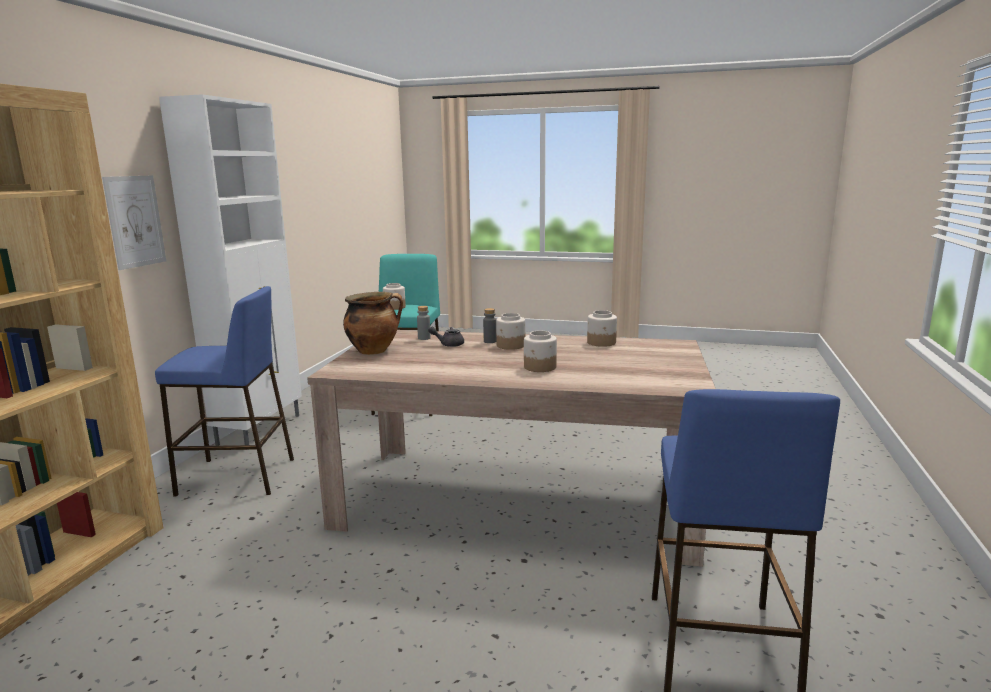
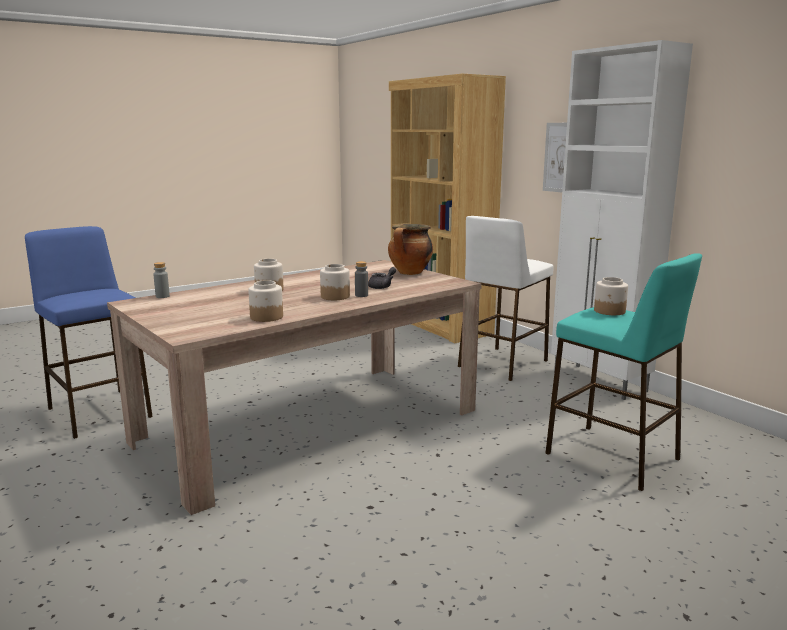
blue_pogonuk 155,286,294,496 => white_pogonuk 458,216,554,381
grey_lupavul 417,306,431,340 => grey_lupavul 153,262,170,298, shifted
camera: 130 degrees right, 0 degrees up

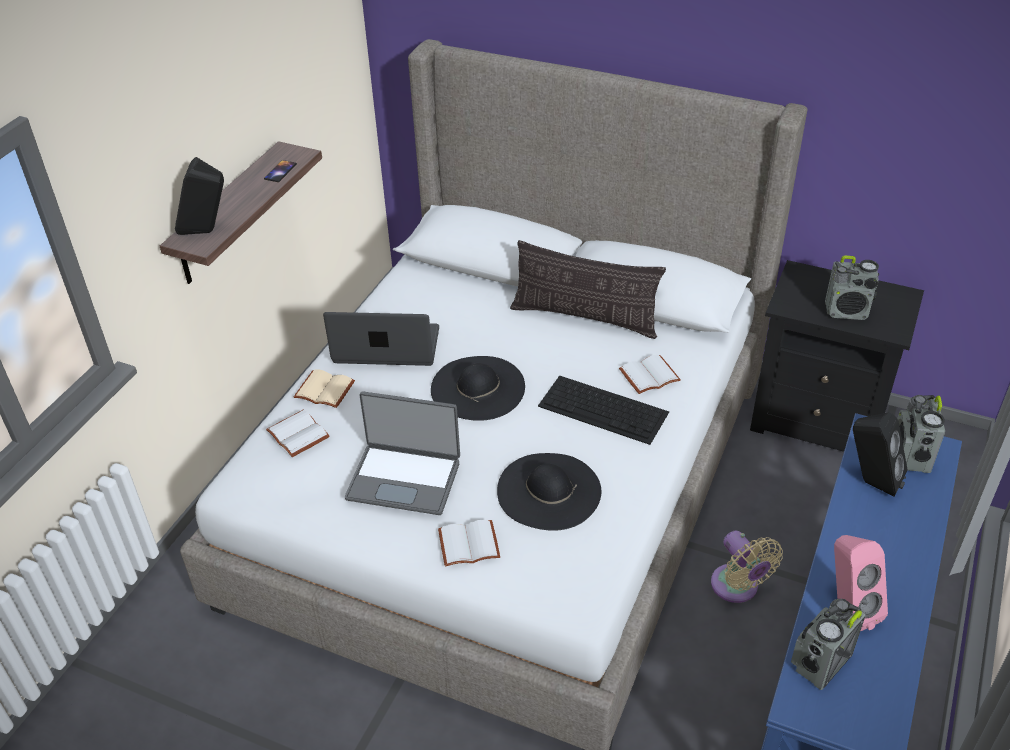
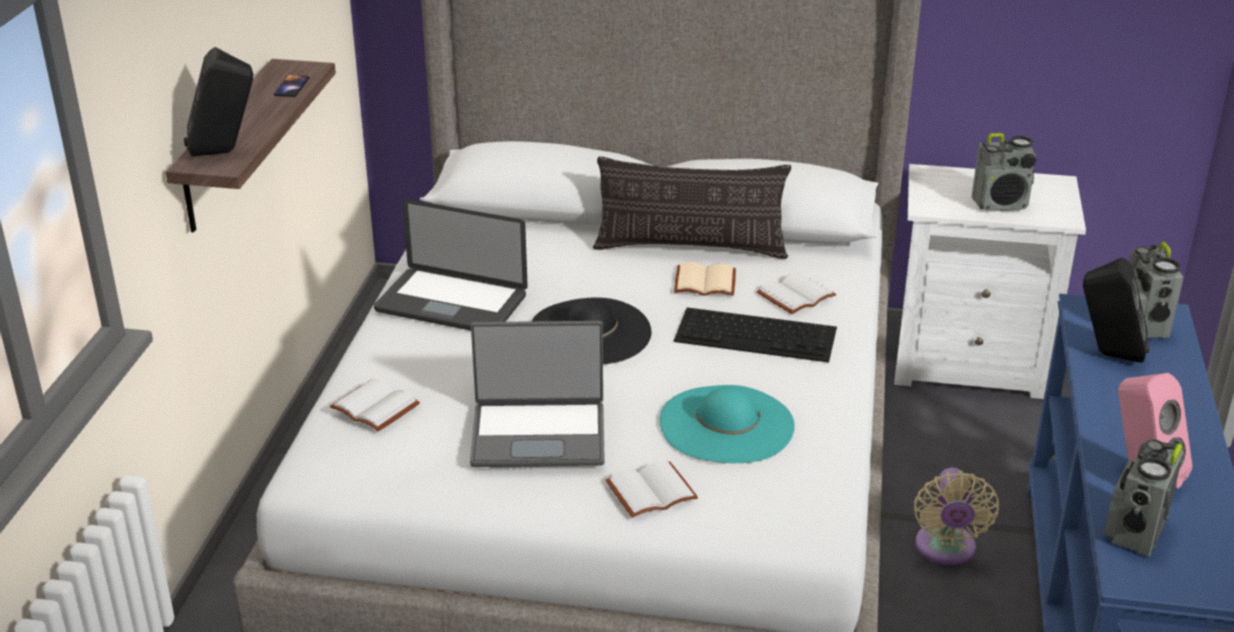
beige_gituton 294,369,355,408 => beige_gituton 674,262,736,296, shifted
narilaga 323,312,439,366 => narilaga 374,199,528,331, 150 degrees counterclockwise
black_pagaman 497,453,602,531 => turquoise_pagaman 660,385,795,463
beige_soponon 711,530,783,603 => beige_soponon 914,467,999,565, 45 degrees clockwise
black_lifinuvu 750,260,924,452 => white_lifinuvu 894,164,1086,399
camera: 15 degrees left, 10 degrees down

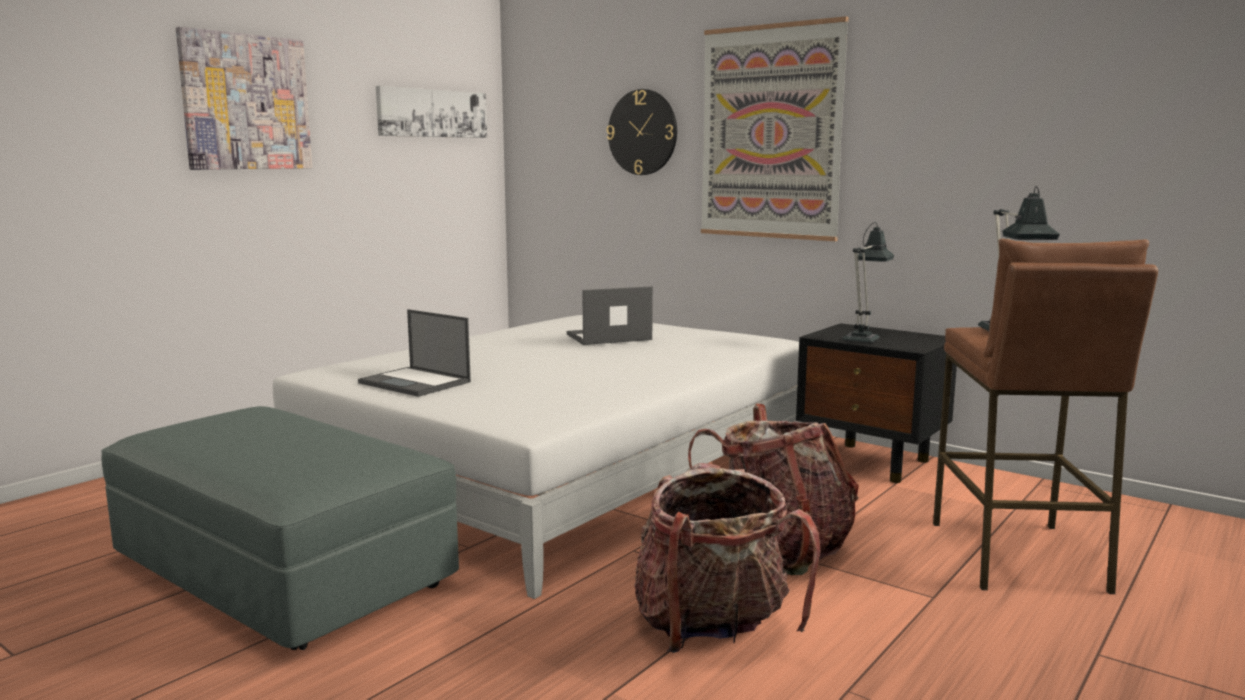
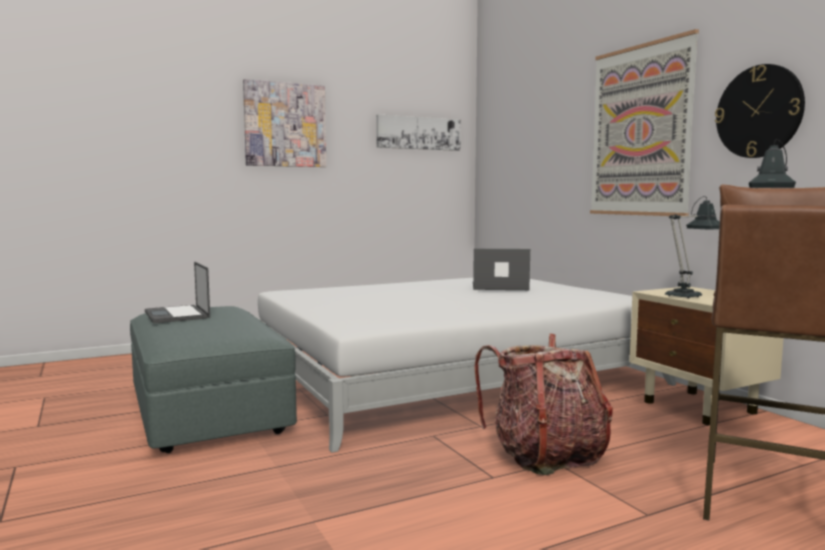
narilaga 358,309,471,397 => narilaga 145,262,210,323, shifted
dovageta 607,89,677,175 => dovageta 715,64,805,158, shifted
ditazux 634,463,820,653 => nothing
black_lifinuvu 796,323,957,483 => beige_lifinuvu 629,287,784,425
camera: 25 degrees right, 5 degrees down

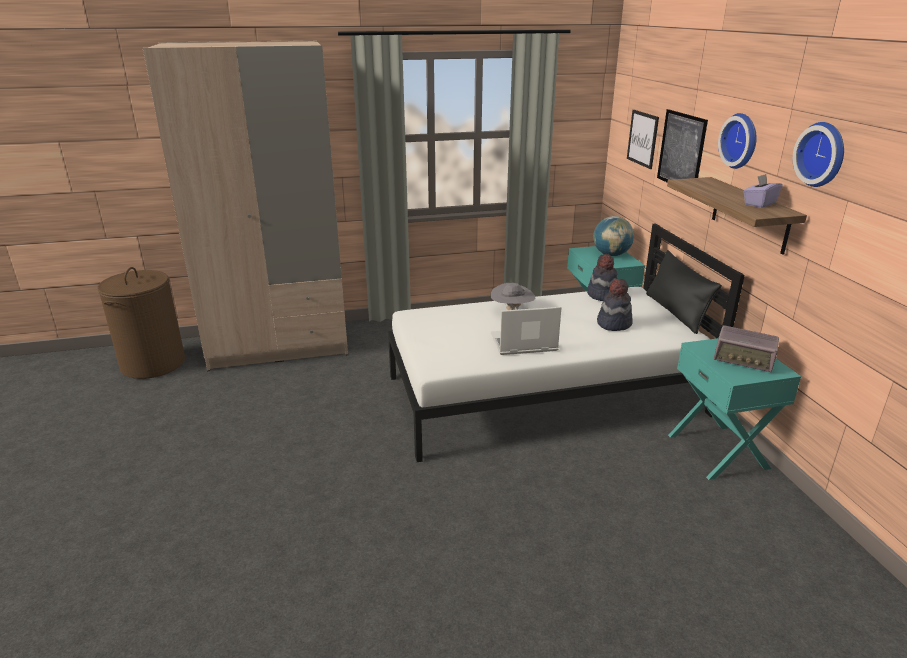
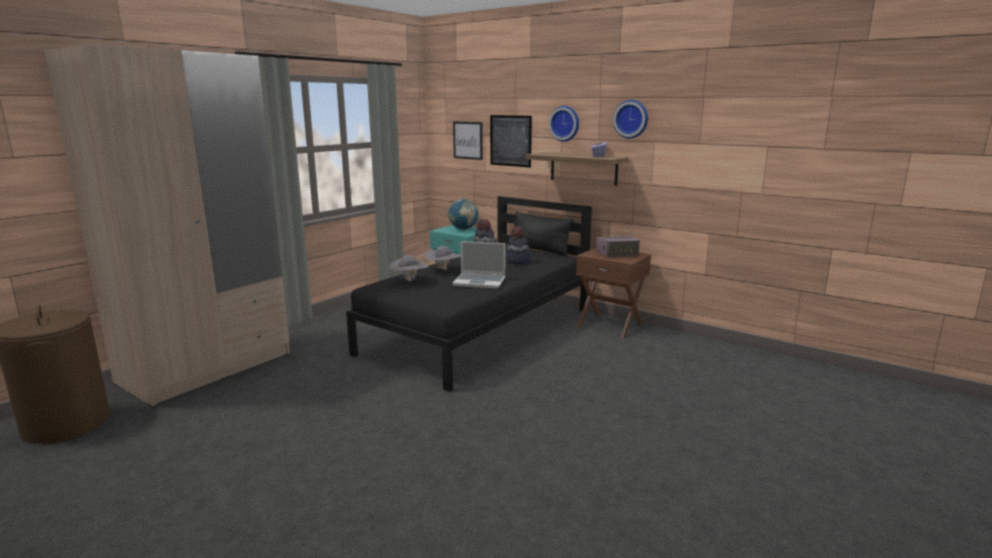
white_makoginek 388,224,745,462 => black_makoginek 346,196,592,392
narilaga 491,307,562,355 => narilaga 453,241,505,289, 120 degrees counterclockwise
turquoise_lifinuvu 668,338,801,480 => brown_lifinuvu 576,248,651,338
nothing => grey_pagaman 389,255,428,281
camera: 40 degrees left, 10 degrees down

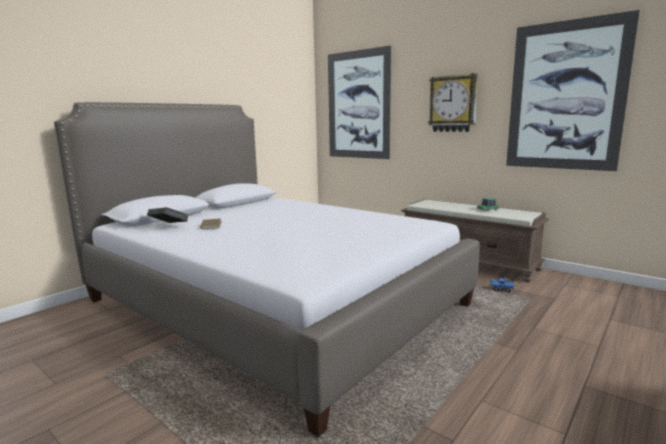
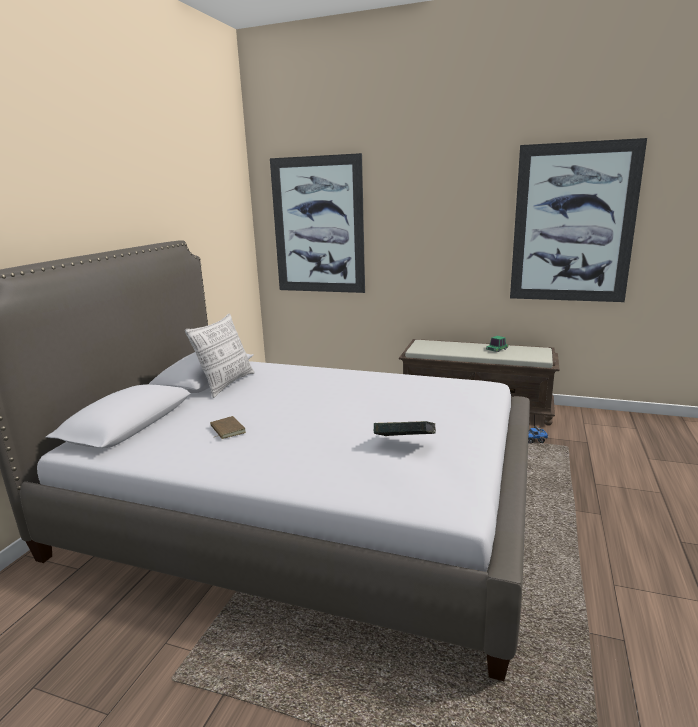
gituton 147,207,189,223 => gituton 374,421,436,436, shifted
dovageta 428,73,478,132 => nothing
nothing => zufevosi 185,313,255,398
camera: 20 degrees left, 5 degrees up

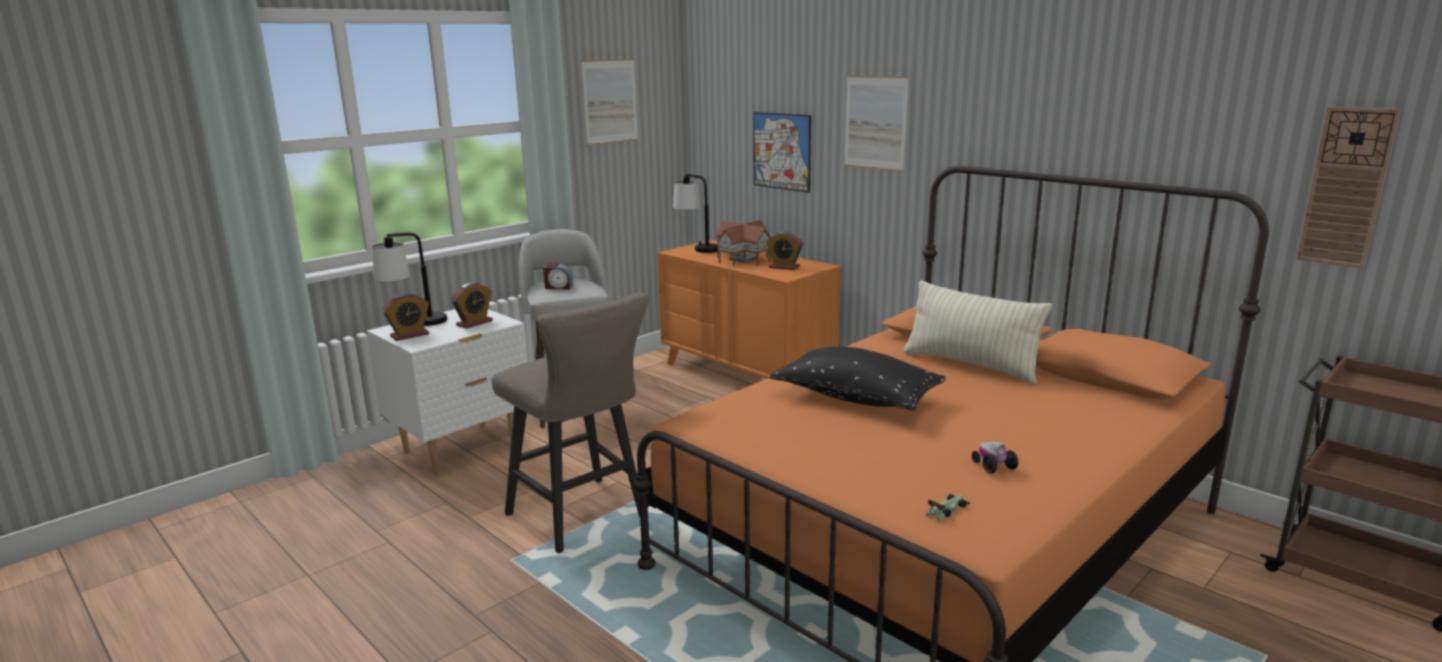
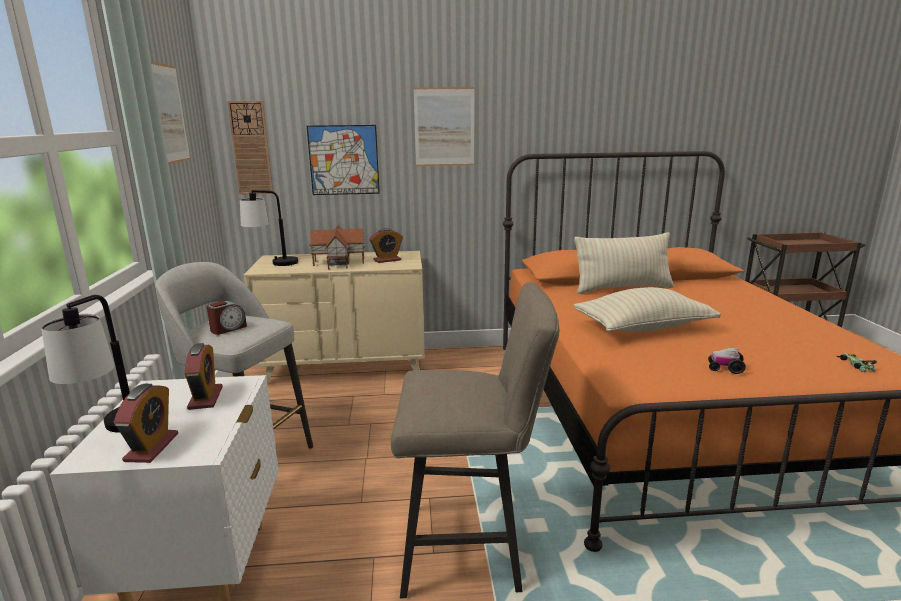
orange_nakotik 657,240,841,379 => beige_nakotik 244,251,425,384
black_zufevosi 770,346,946,411 => beige_zufevosi 574,287,721,332
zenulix 972,442,1018,474 => zenulix 708,348,746,374, shifted
dovageta 1297,107,1401,269 => dovageta 227,101,273,195, shifted
camera: 50 degrees left, 0 degrees up

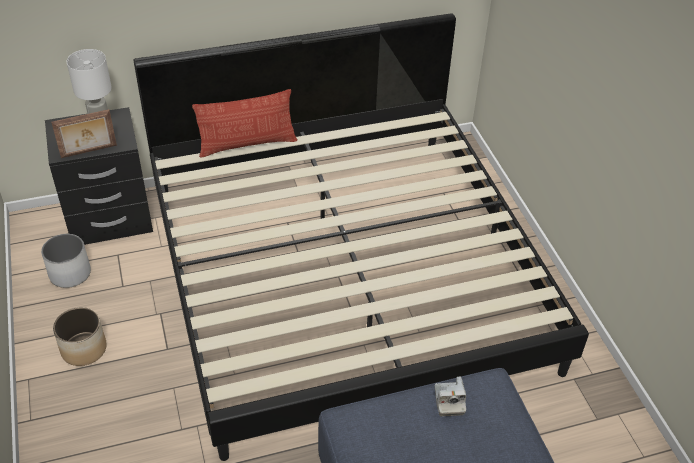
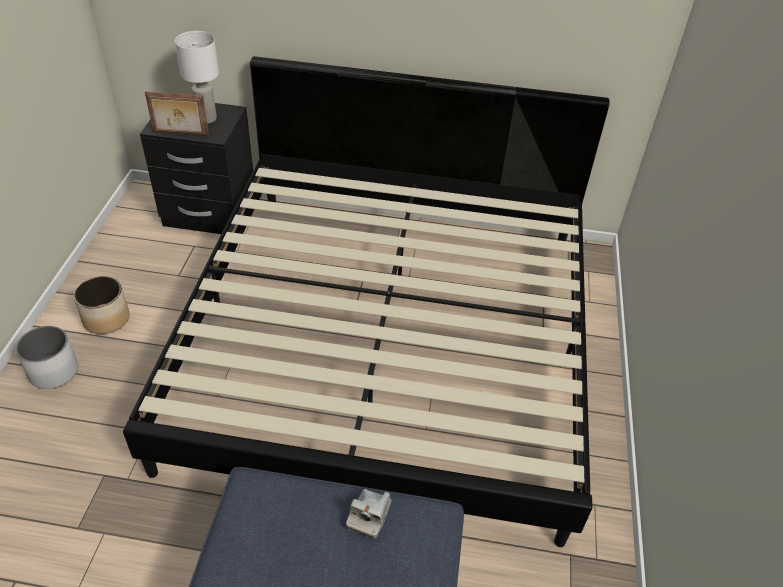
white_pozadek 41,234,91,288 => white_pozadek 16,326,78,389, shifted
zufevosi 192,89,297,158 => nothing
camera: 25 degrees right, 0 degrees up

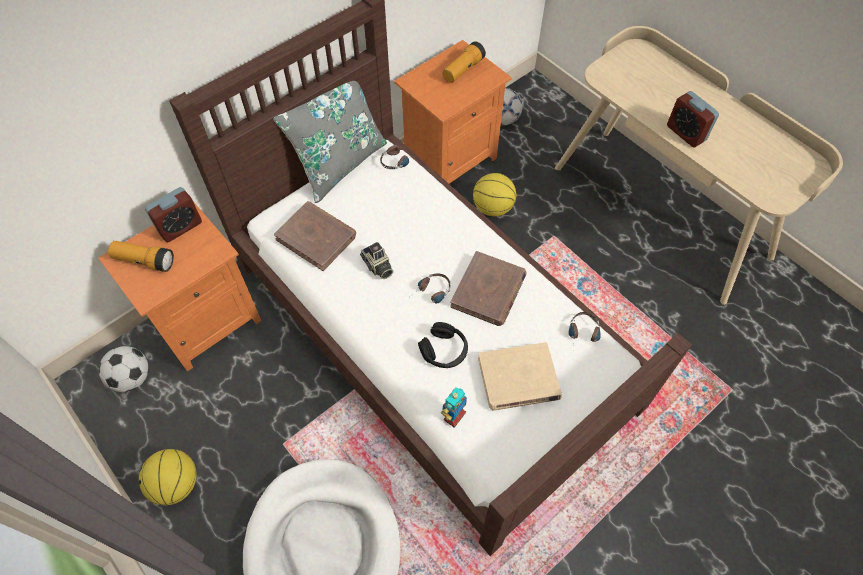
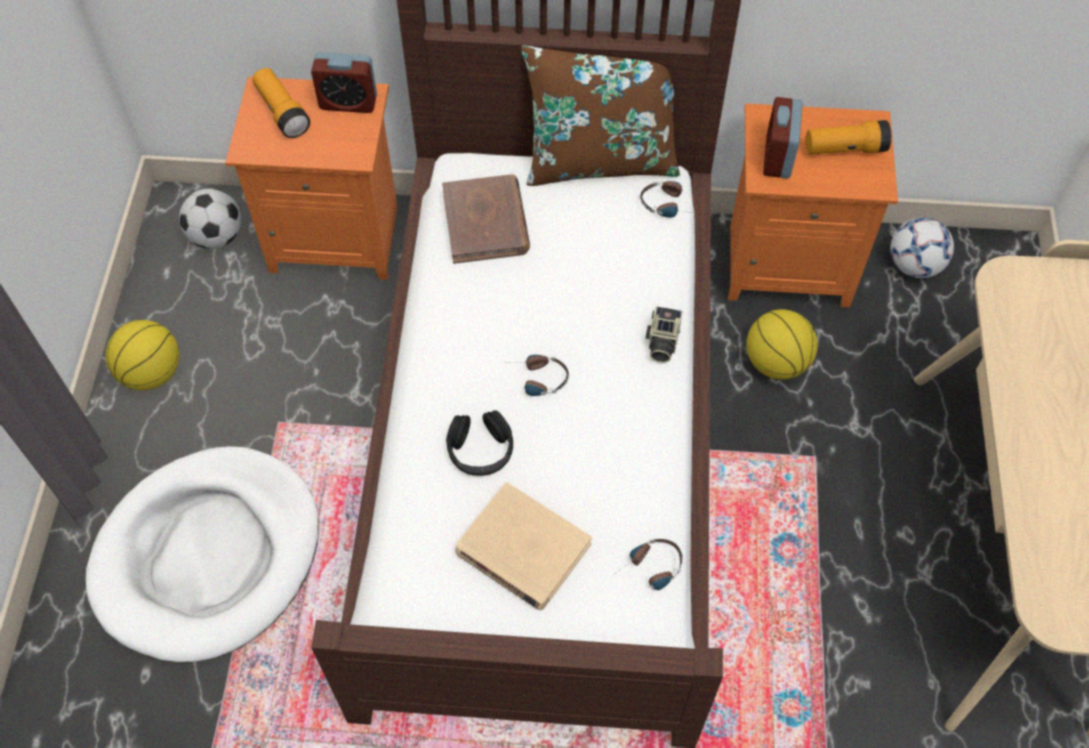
grey_zufevosi 273,56,387,203 => brown_zufevosi 521,34,683,186
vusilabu 360,242,393,279 => vusilabu 646,306,683,363, shifted
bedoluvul 441,387,467,428 => nothing
brown_gituton 450,251,527,326 => nothing
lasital 667,91,719,148 => lasital 763,97,803,179, shifted
camera: 45 degrees right, 0 degrees up

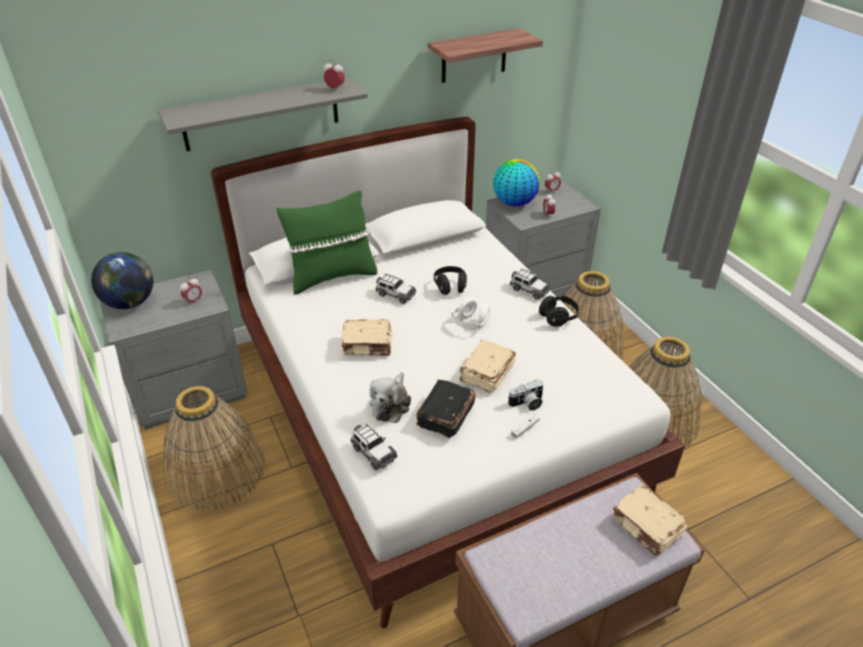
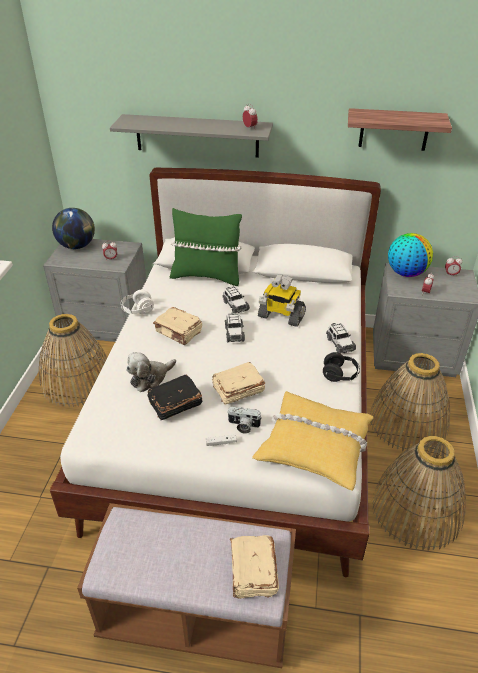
zenulix 351,423,398,470 => zenulix 225,313,245,342, shifted
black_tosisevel 434,266,467,295 => bedoluvul 258,274,306,327
white_tosisevel 452,298,490,330 => white_tosisevel 121,290,154,315, shifted
nothing => yellow_zufevosi 252,391,373,491
camera: 35 degrees right, 0 degrees up

